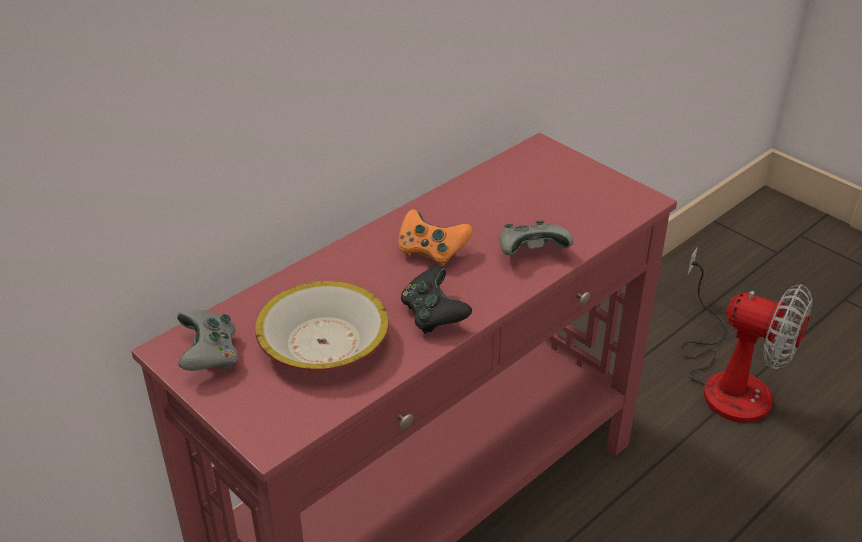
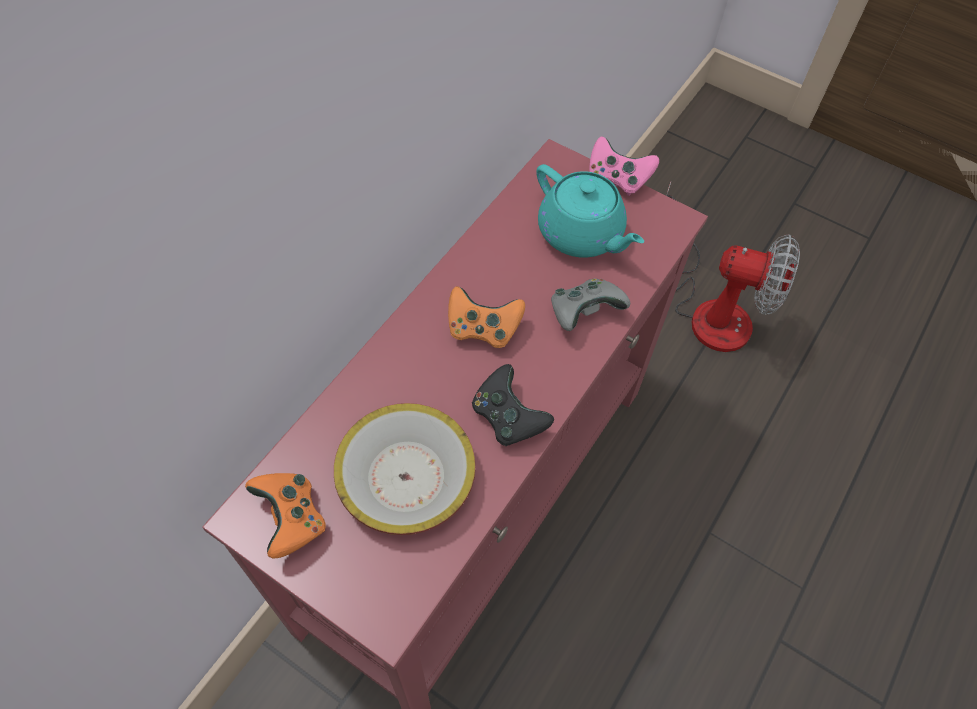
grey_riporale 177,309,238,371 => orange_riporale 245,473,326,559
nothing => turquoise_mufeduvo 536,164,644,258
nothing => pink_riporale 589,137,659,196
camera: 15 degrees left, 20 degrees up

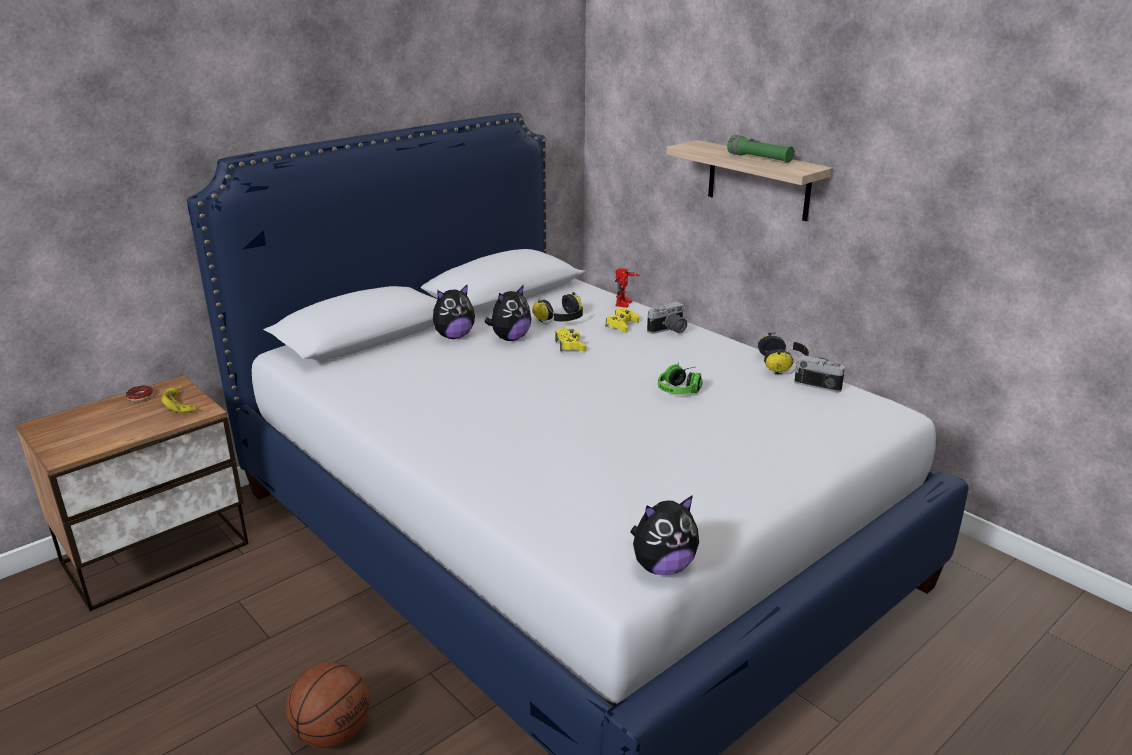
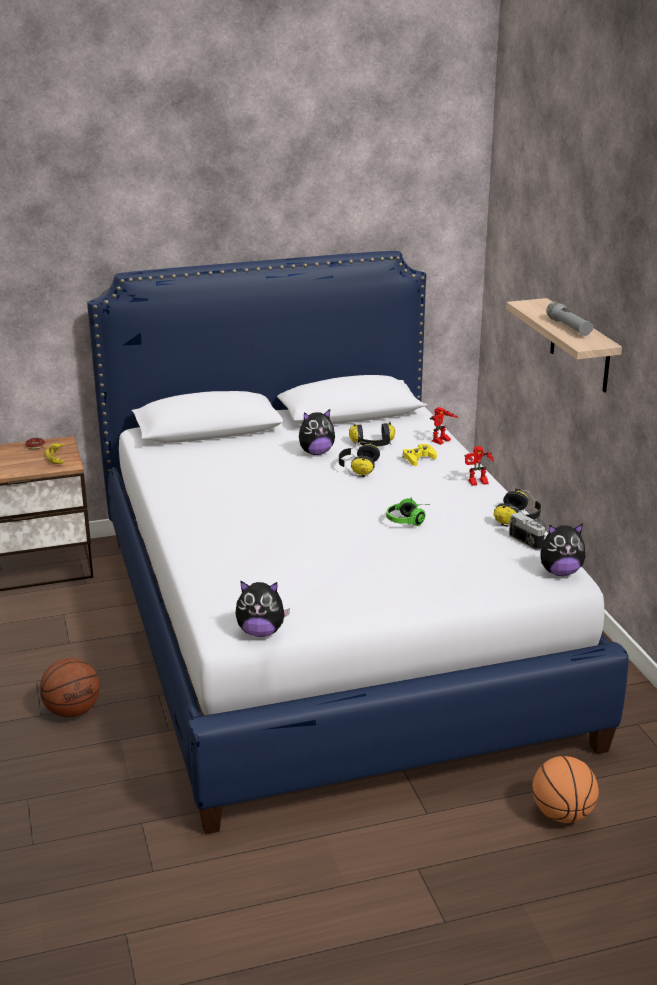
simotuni 433,284,475,339 => simotuni 540,524,585,576, shifted
yellow_riporale 555,328,586,352 => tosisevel 339,442,380,477
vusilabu 647,302,687,334 => nothing
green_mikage 727,135,795,163 => grey_mikage 546,302,594,336
nothing => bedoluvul 465,446,494,486
nothing => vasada 532,756,599,823
camera: 25 degrees right, 0 degrees up

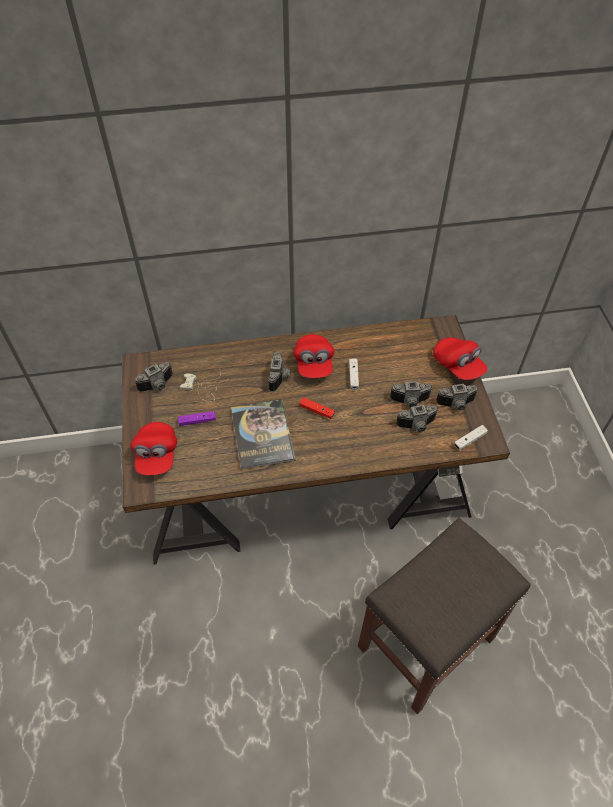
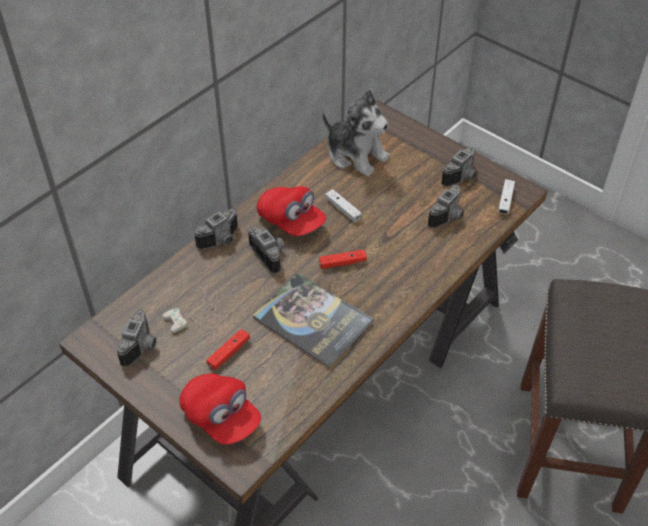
purple_riporale 178,411,216,426 => red_riporale 206,329,250,371
vusilabu 390,381,432,407 => vusilabu 194,208,238,250, shifted
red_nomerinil 433,338,487,380 => nothing
nothing => simotuni 322,90,390,177
camera: 40 degrees left, 5 degrees down

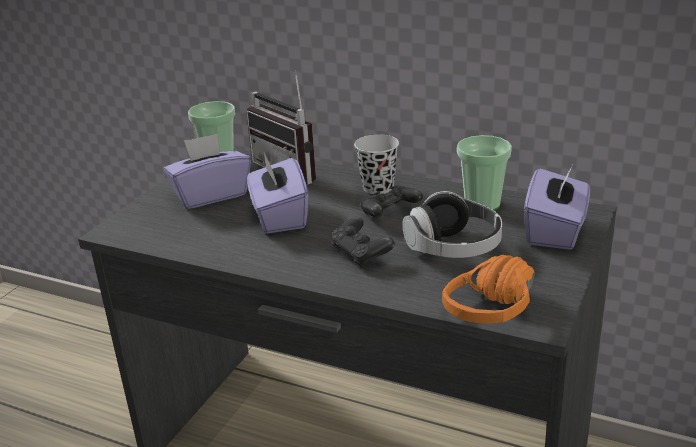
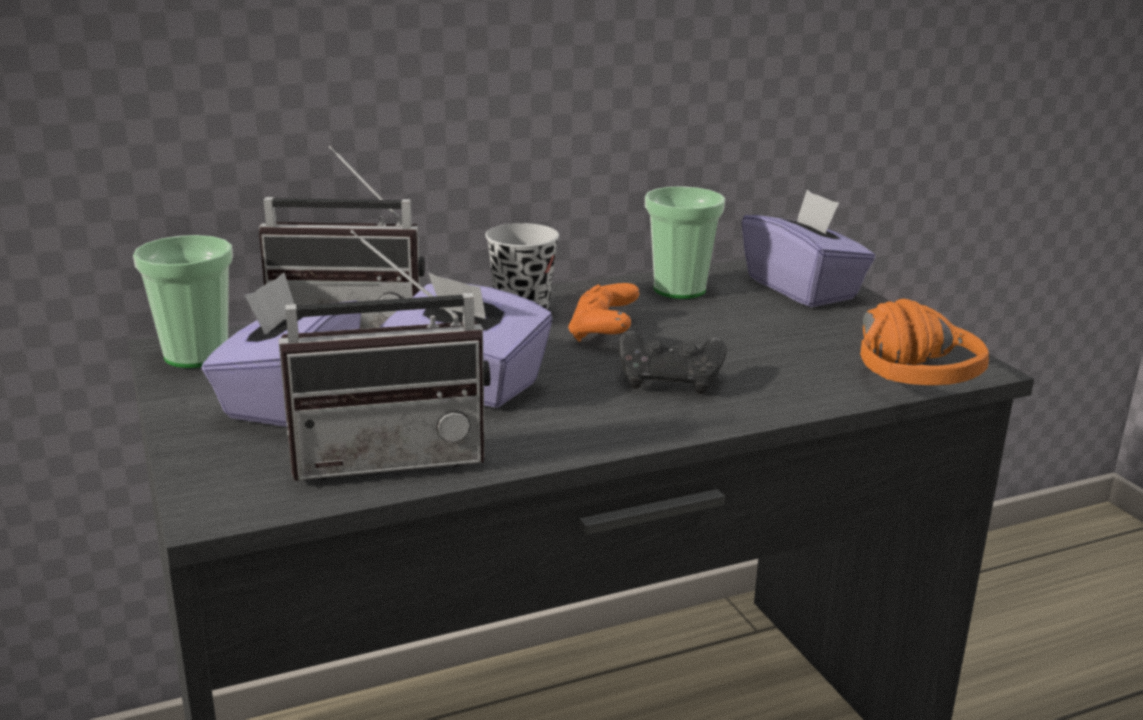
black_riporale 361,185,423,218 => orange_riporale 568,283,640,342
tosisevel 402,191,502,258 => nothing
nothing => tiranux 279,230,490,481
camera: 50 degrees left, 5 degrees down

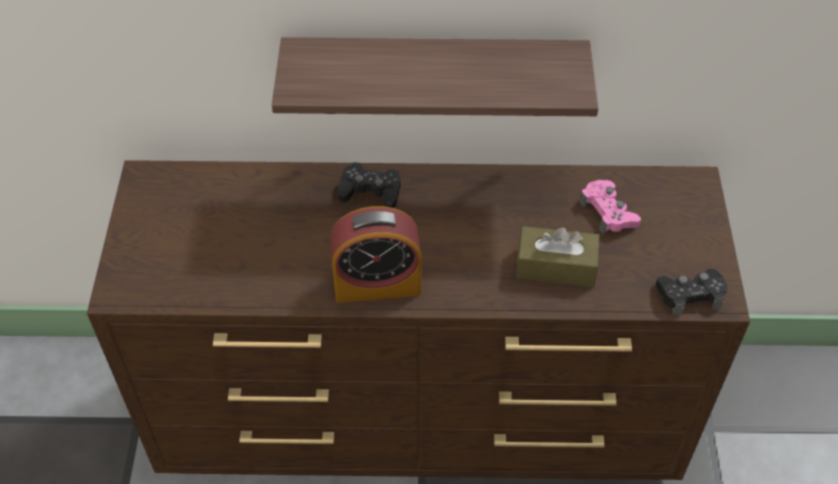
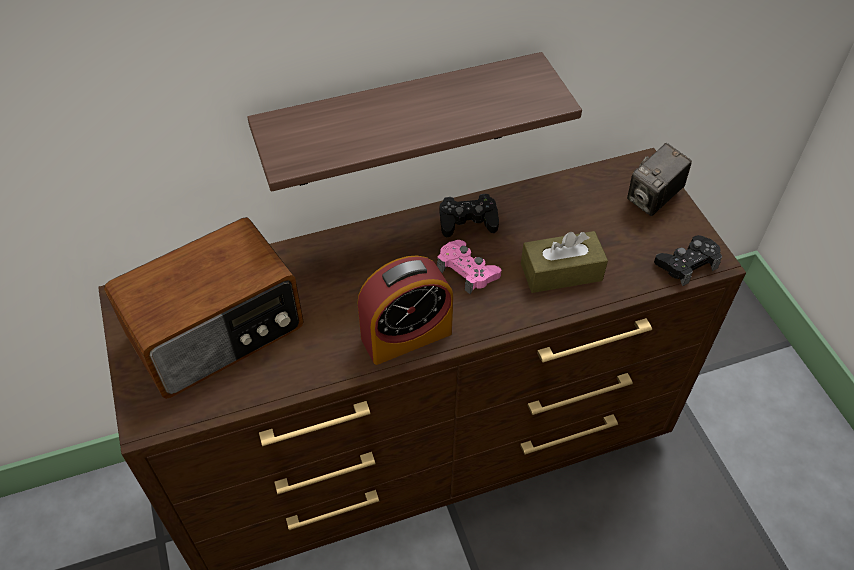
black_riporale 338,162,401,208 => black_riporale 440,194,499,237, shifted
pink_riporale 579,180,641,234 => pink_riporale 437,240,501,294, shifted
nothing => tiranux 104,217,304,399
nothing => vusilabu 627,143,692,216
camera: 20 degrees left, 0 degrees up

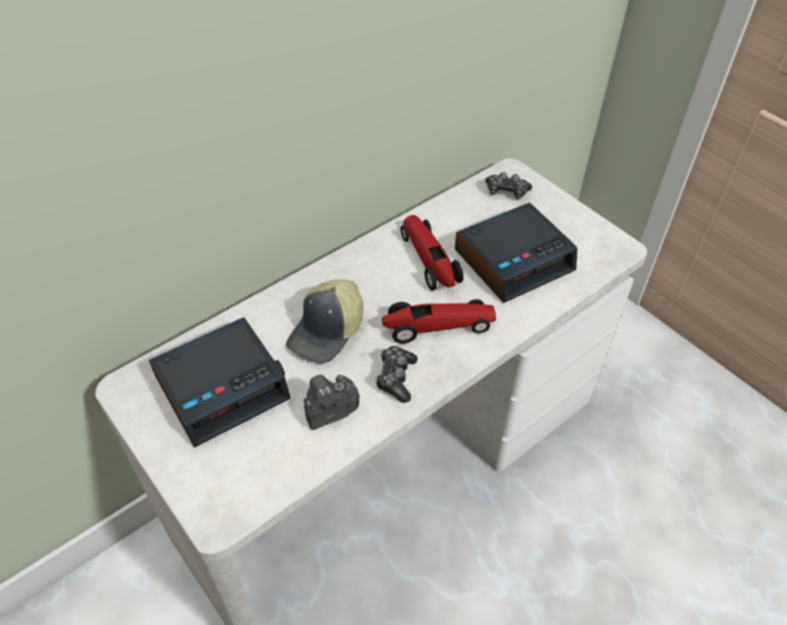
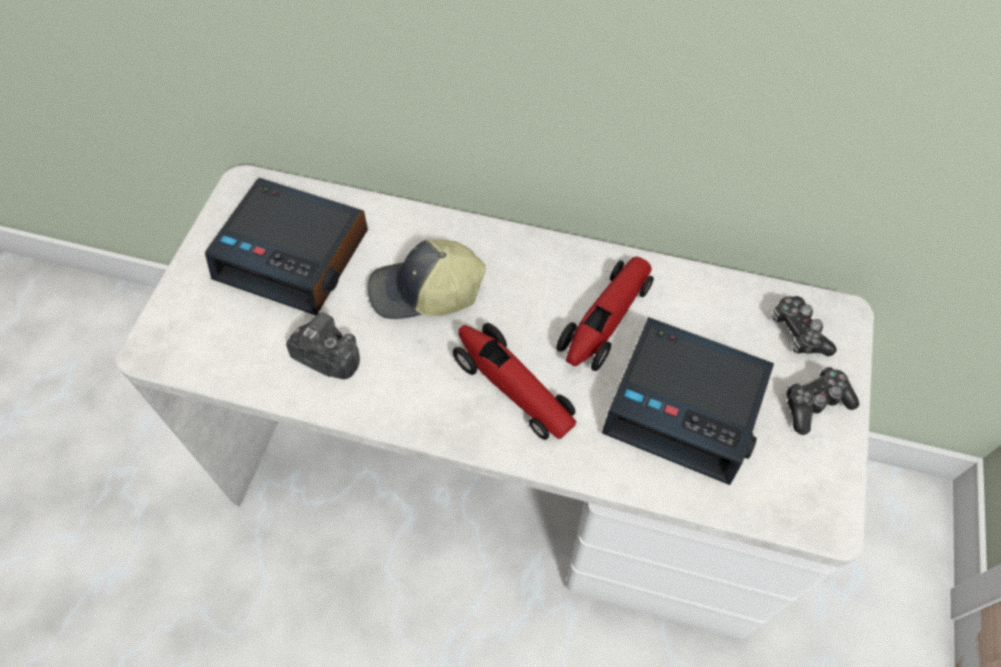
riporale 375,346,417,403 => riporale 786,366,859,435, shifted
camera: 55 degrees right, 10 degrees up

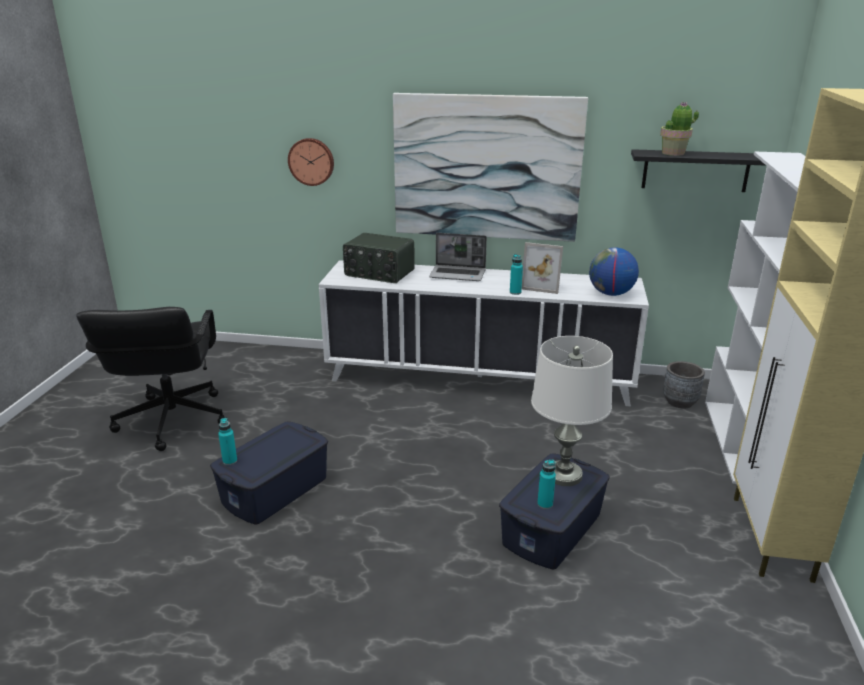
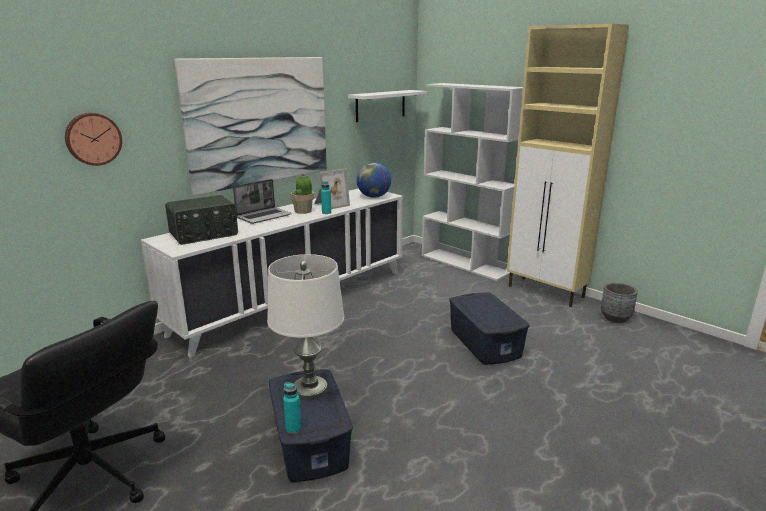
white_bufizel 531,336,613,486 => white_bufizel 267,254,344,400, shifted
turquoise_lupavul 537,460,556,509 => nothing
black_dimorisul 631,149,766,192 => white_dimorisul 348,90,427,122
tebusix 660,102,699,156 => tebusix 290,173,314,214, shifted
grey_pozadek 663,361,705,408 => grey_pozadek 601,283,638,323, shifted
camera: 55 degrees left, 5 degrees down

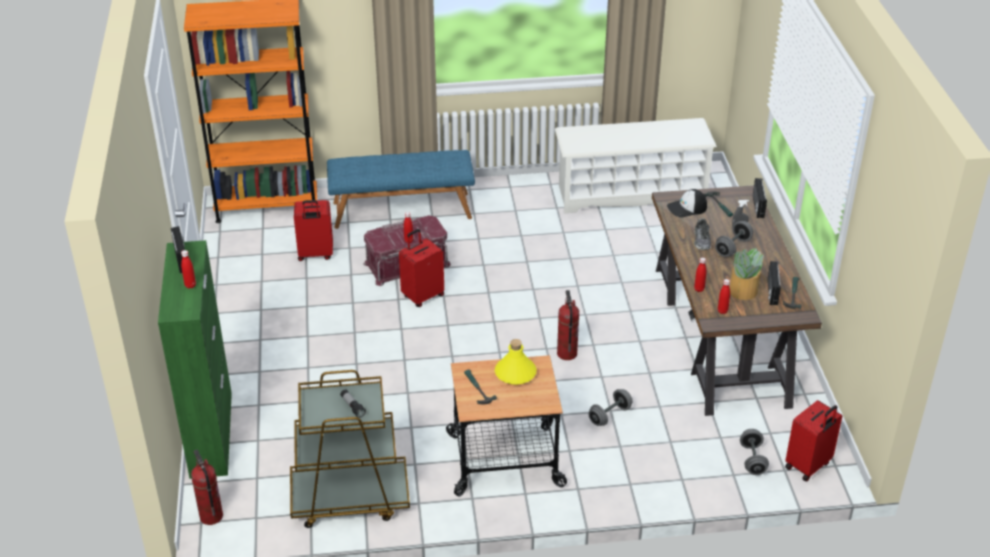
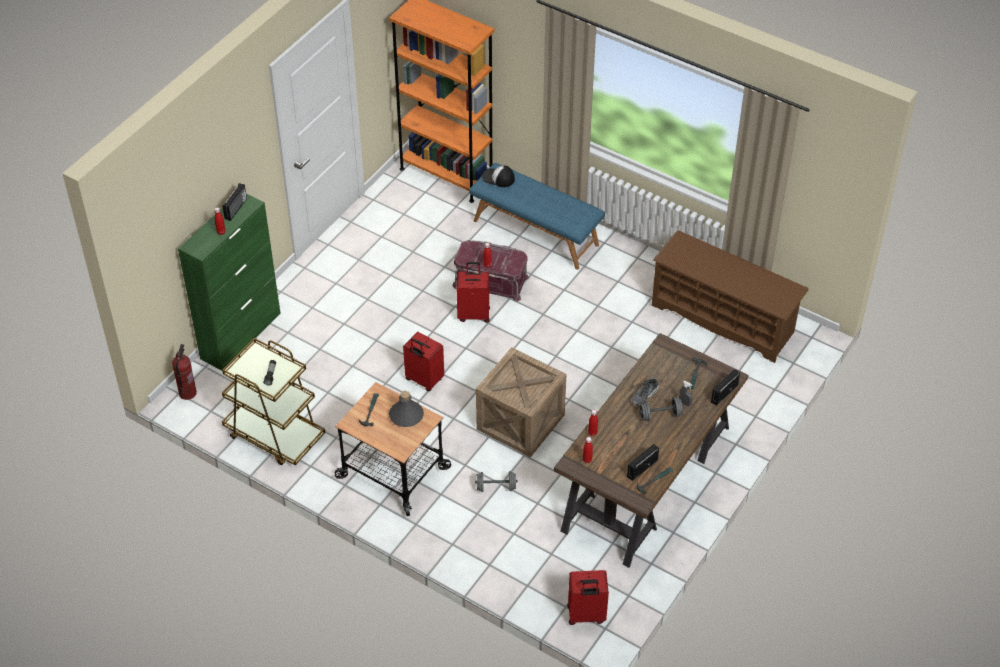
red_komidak 294,200,333,261 => red_komidak 403,332,444,391, shifted
yellow_lupavul 495,339,537,385 => grey_lupavul 389,391,424,427
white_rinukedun 555,118,717,214 => brown_rinukedun 651,230,809,363
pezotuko 557,290,579,360 => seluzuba 476,347,567,458
nomerinil 667,189,707,218 => nomerinil 482,165,515,187, shifted
tebusix 729,248,764,300 => nothing
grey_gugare 740,429,769,475 => nothing
camera: 40 degrees right, 10 degrees up

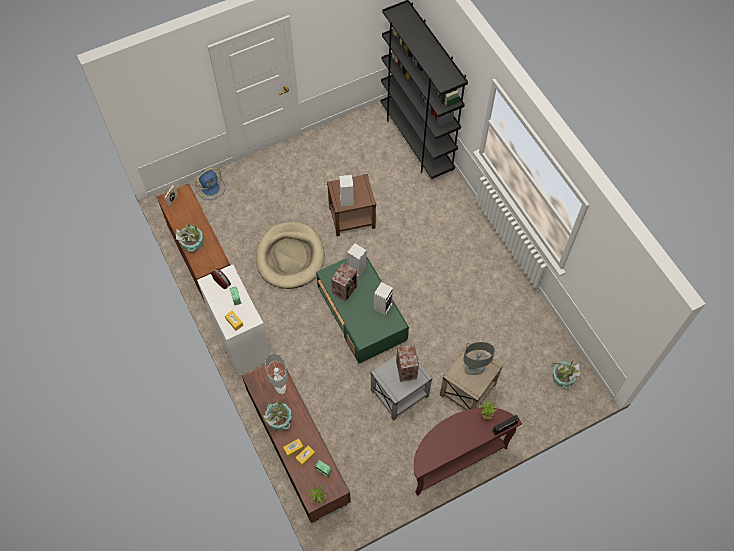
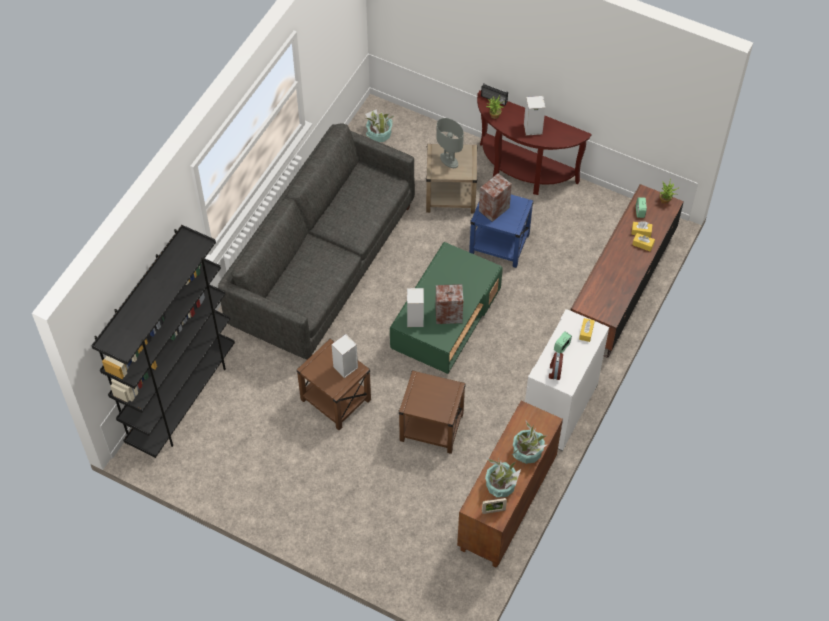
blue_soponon 195,168,225,200 => nothing
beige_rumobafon 256,222,324,289 => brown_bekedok 399,370,466,454
tebusix 263,400,296,431 => tebusix 485,458,521,497, shifted
white_bufizel 265,353,288,394 => nothing
grey_bekedok 371,355,432,421 => blue_bekedok 469,194,533,268
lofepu 374,282,393,315 => lofepu 524,96,545,136, shifted
nothing => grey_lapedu 218,123,415,360
camera: 125 degrees left, 5 degrees down

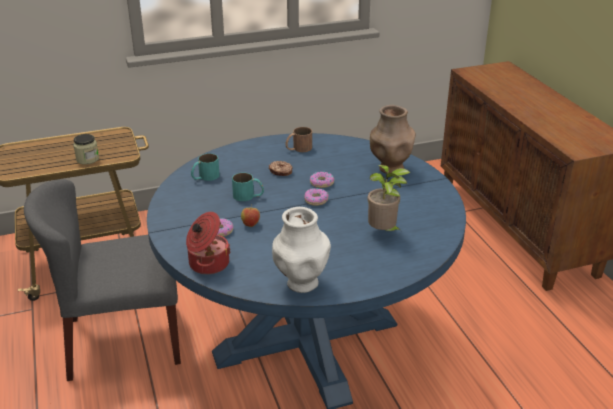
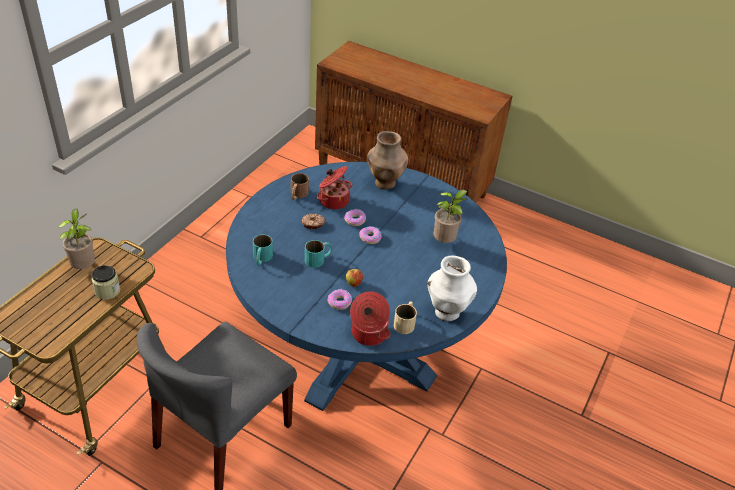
nothing => tebusix 58,209,95,269
nothing => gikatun 316,166,352,210
nothing => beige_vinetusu 394,301,417,334
camera: 45 degrees left, 10 degrees up

